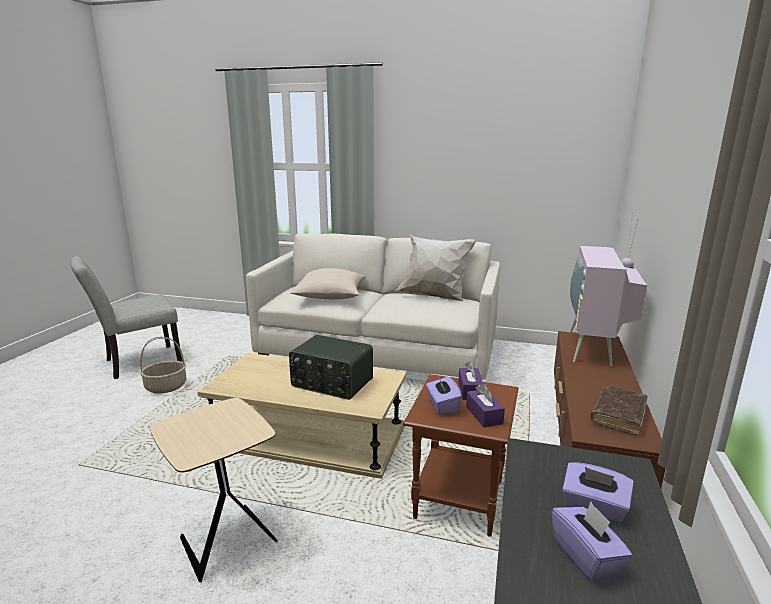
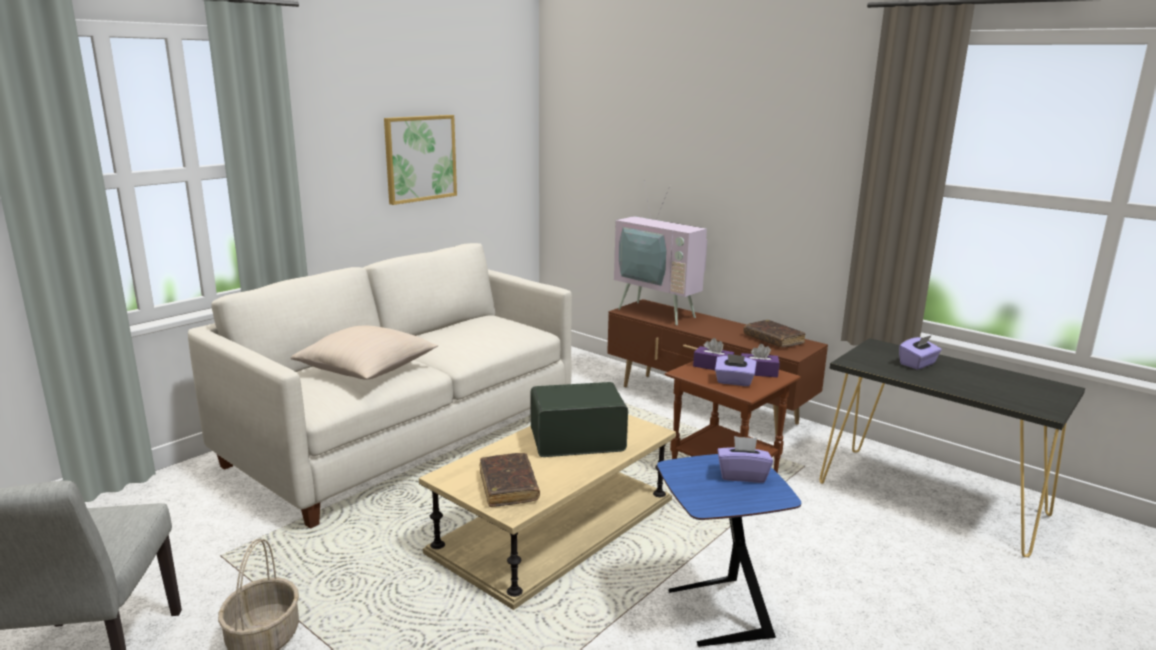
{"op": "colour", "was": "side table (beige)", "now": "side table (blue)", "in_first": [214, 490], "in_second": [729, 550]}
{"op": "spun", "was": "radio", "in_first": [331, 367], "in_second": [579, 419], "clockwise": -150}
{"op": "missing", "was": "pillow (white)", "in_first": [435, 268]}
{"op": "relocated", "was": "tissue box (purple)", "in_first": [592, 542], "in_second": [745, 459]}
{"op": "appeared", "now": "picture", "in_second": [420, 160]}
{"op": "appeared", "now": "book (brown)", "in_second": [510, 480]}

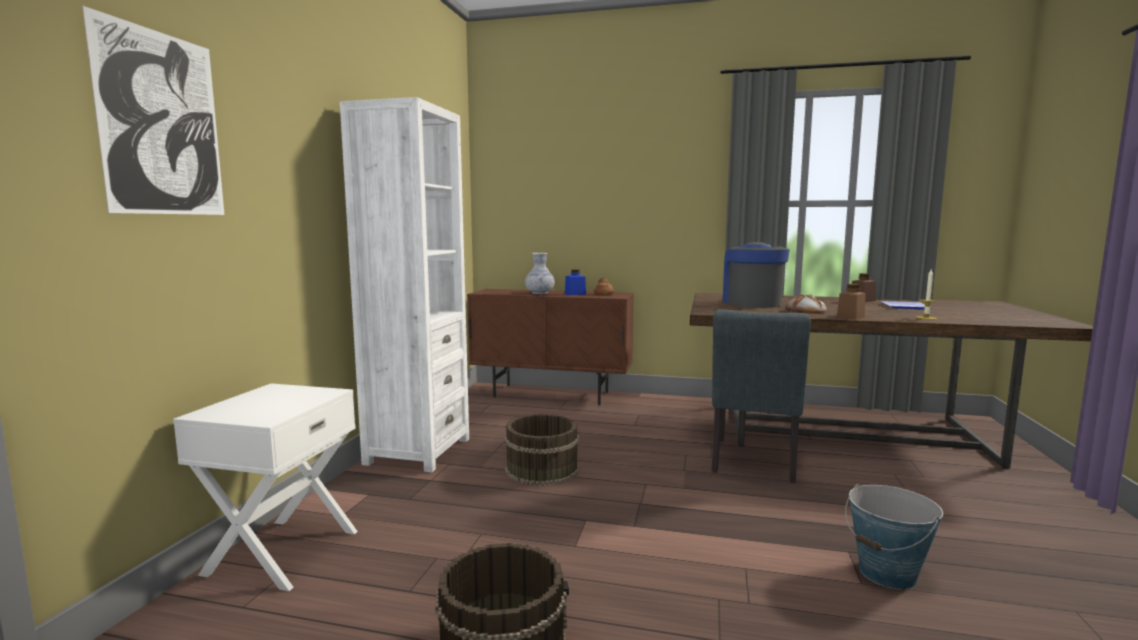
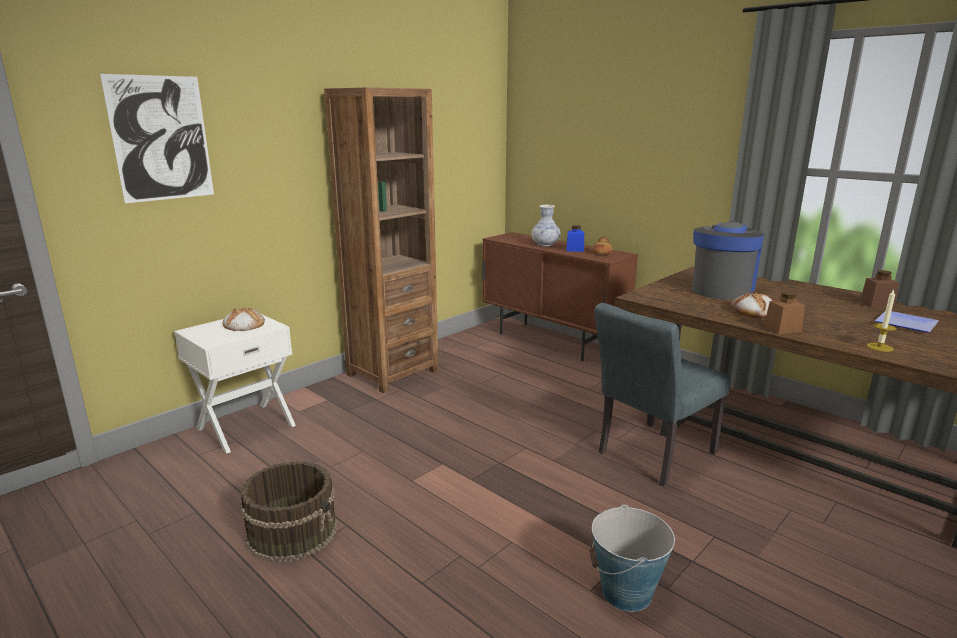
{"op": "colour", "was": "bookcase (white)", "now": "bookcase (brown)", "in_first": [404, 284], "in_second": [381, 240]}
{"op": "missing", "was": "bucket (brown)", "in_first": [541, 450]}
{"op": "appeared", "now": "bread", "in_second": [244, 319]}

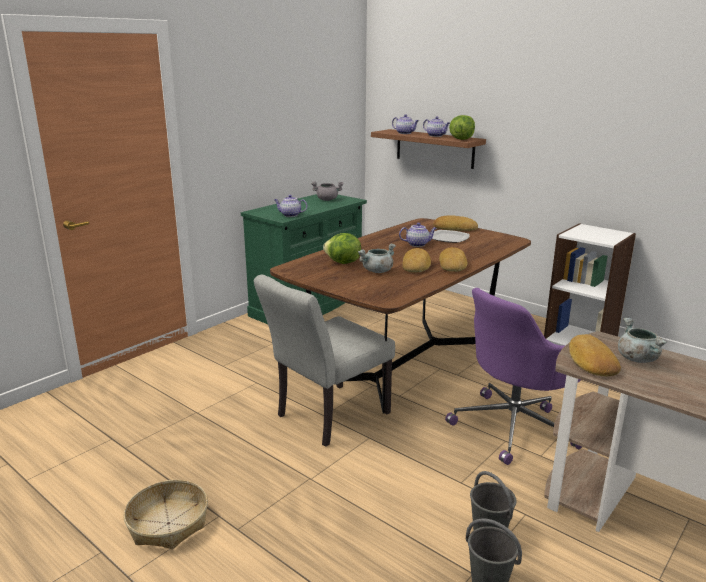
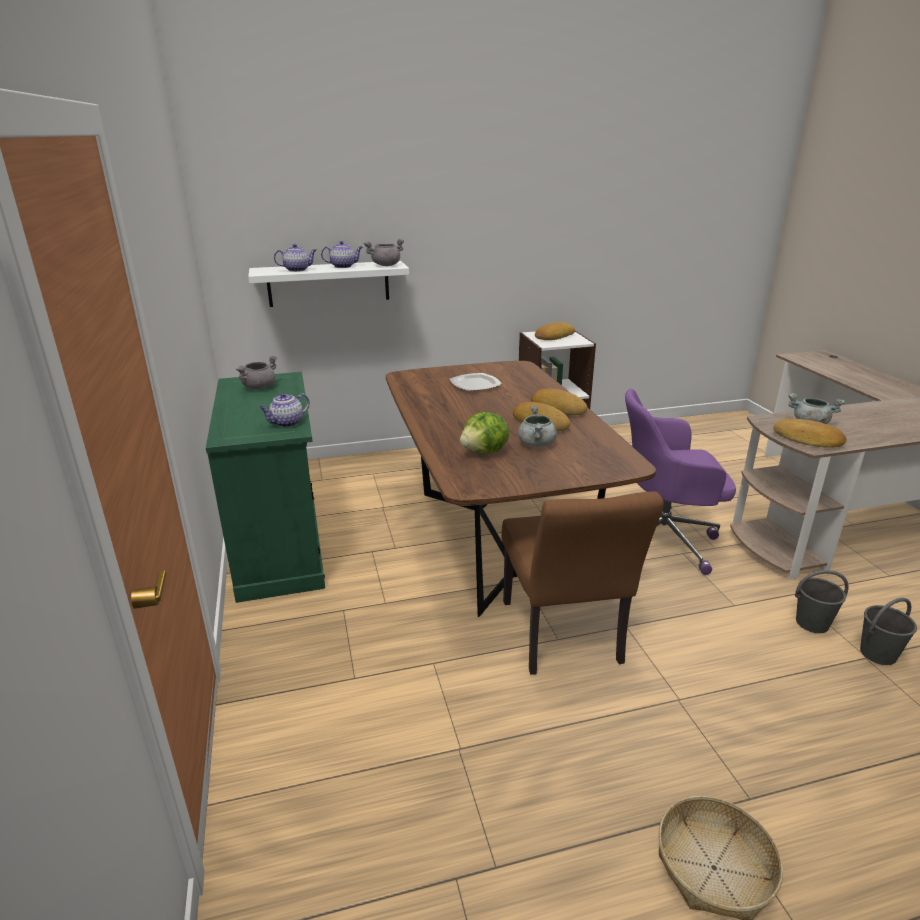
{"op": "colour", "was": "chair (grey)", "now": "chair (brown)", "in_first": [324, 361], "in_second": [582, 582]}
{"op": "colour", "was": "shelf (brown)", "now": "shelf (white)", "in_first": [428, 149], "in_second": [328, 284]}
{"op": "missing", "was": "teapot", "in_first": [418, 235]}
{"op": "relocated", "was": "bread", "in_first": [455, 223], "in_second": [555, 331]}
{"op": "spun", "was": "office chair (purple)", "in_first": [513, 376], "in_second": [680, 482], "clockwise": 90}
{"op": "exchanged", "was": "lettuce", "now": "cooking pot (grey)", "in_first": [462, 127], "in_second": [384, 252]}

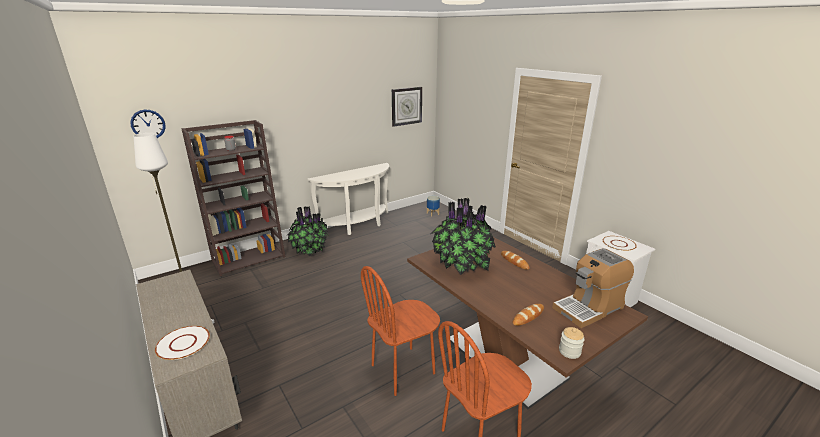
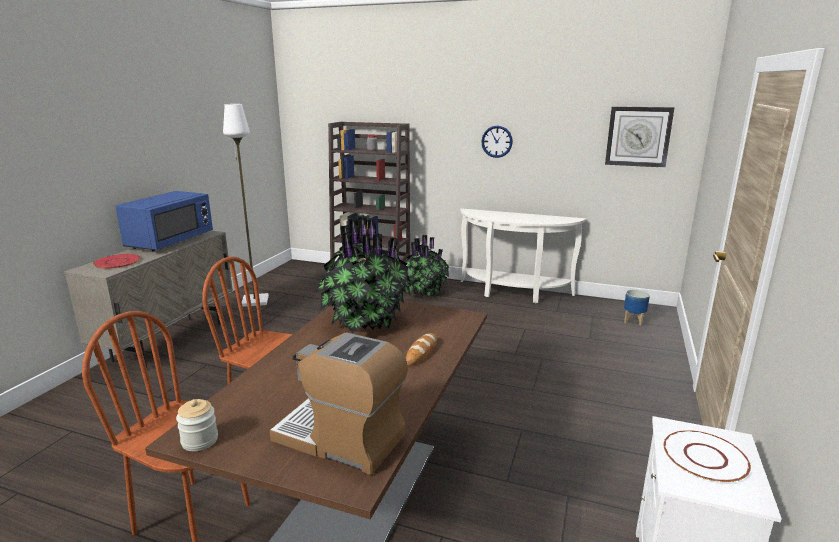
{"op": "relocated", "was": "wall clock", "in_first": [148, 124], "in_second": [497, 142]}
{"op": "colour", "was": "plate (white)", "now": "plate (red)", "in_first": [182, 343], "in_second": [117, 261]}
{"op": "missing", "was": "bread", "in_first": [528, 315]}
{"op": "appeared", "now": "microwave (blue)", "in_second": [164, 221]}

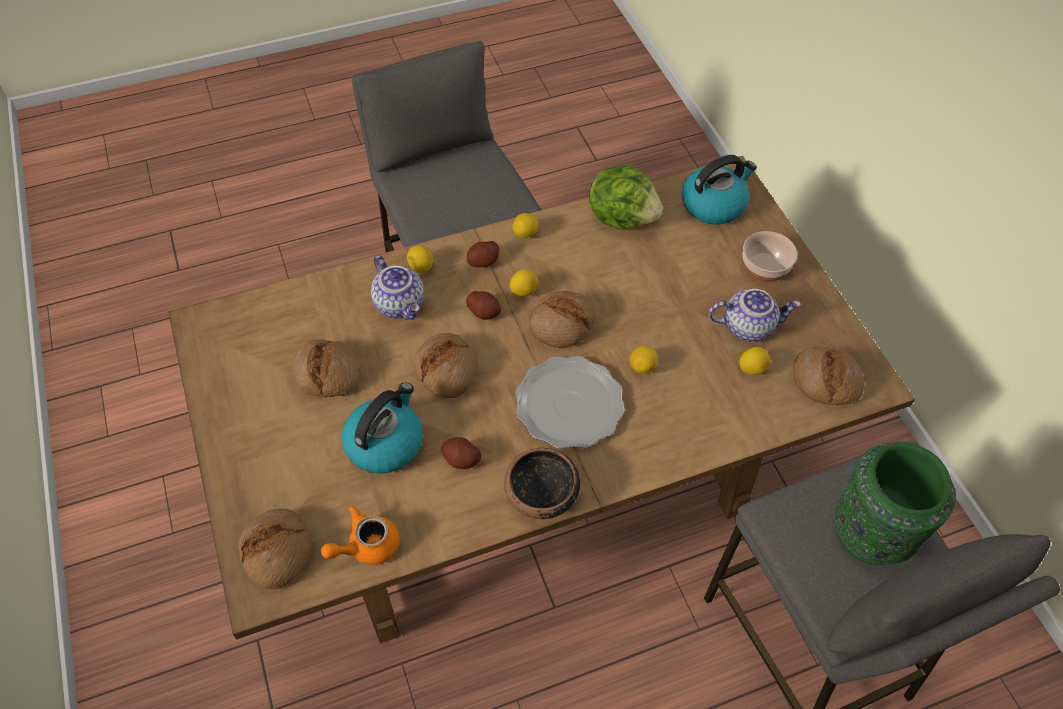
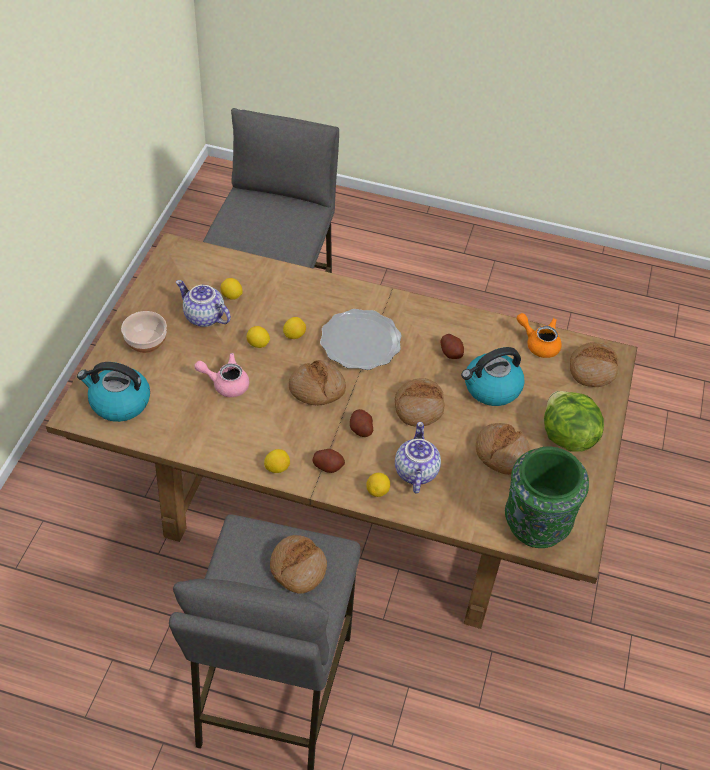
{"op": "spun", "was": "teapot (orange)", "in_first": [360, 535], "in_second": [539, 335], "clockwise": -150}
{"op": "missing", "was": "bowl", "in_first": [542, 483]}
{"op": "relocated", "was": "lemon", "in_first": [524, 283], "in_second": [258, 337]}
{"op": "relocated", "was": "lettuce", "in_first": [626, 198], "in_second": [574, 421]}
{"op": "relocated", "was": "bread", "in_first": [828, 375], "in_second": [298, 564]}
{"op": "relocated", "was": "vase (green)", "in_first": [895, 503], "in_second": [547, 497]}
{"op": "appeared", "now": "teapot (pink)", "in_second": [222, 375]}

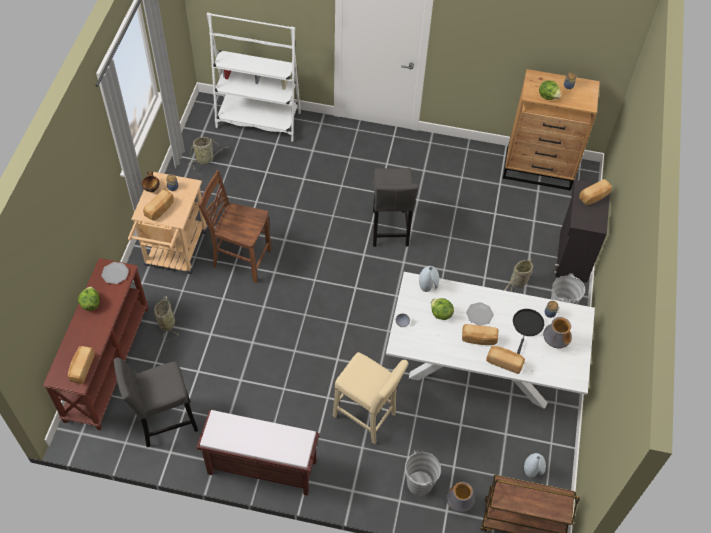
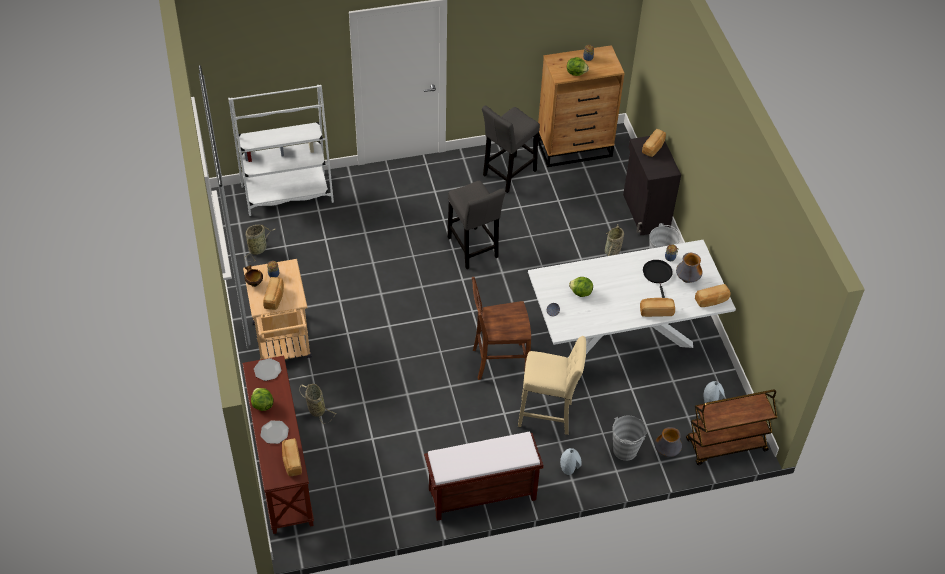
{"op": "relocated", "was": "stool (grey)", "in_first": [156, 402], "in_second": [511, 149]}
{"op": "relocated", "was": "chair (brown)", "in_first": [234, 226], "in_second": [501, 328]}
{"op": "relocated", "was": "vase (grey)", "in_first": [429, 279], "in_second": [571, 461]}
{"op": "relocated", "was": "bread", "in_first": [480, 334], "in_second": [713, 295]}
{"op": "relocated", "was": "plate", "in_first": [480, 314], "in_second": [274, 432]}

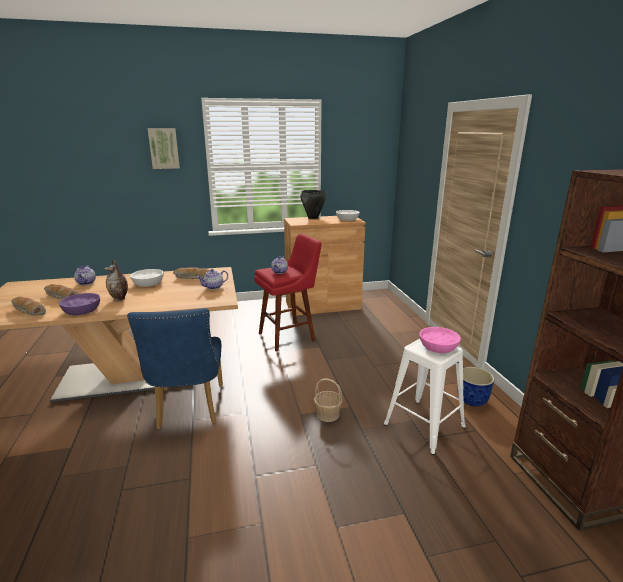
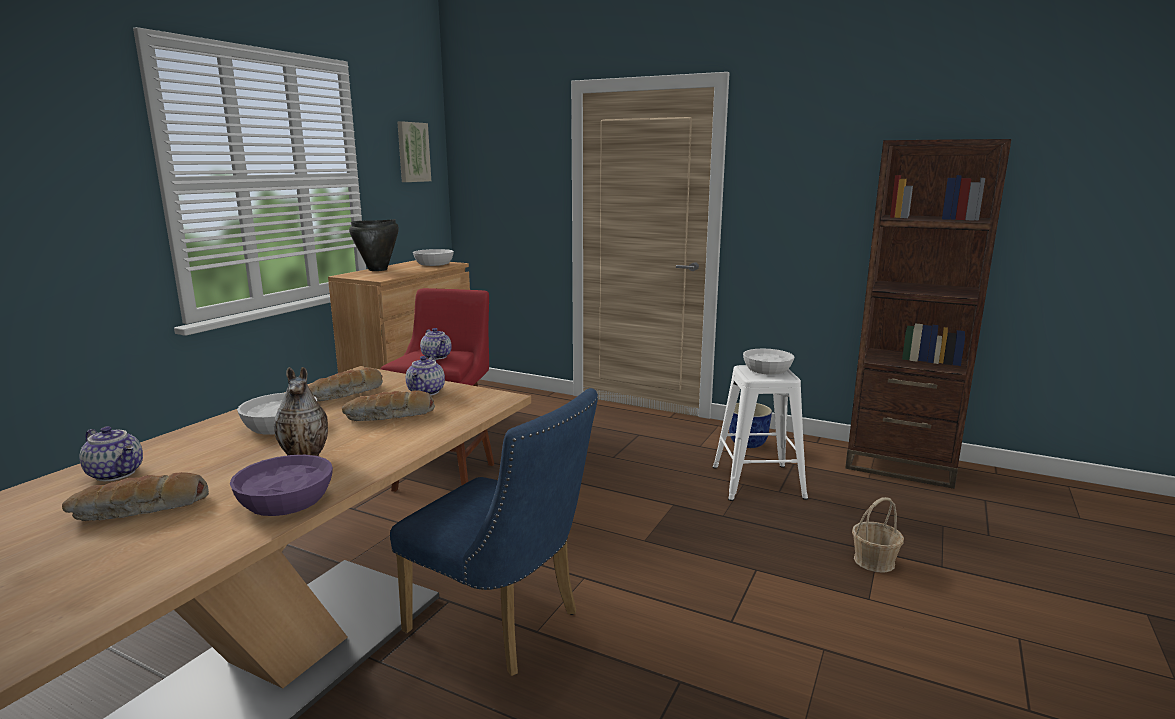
{"op": "relocated", "was": "bread", "in_first": [28, 306], "in_second": [388, 405]}
{"op": "relocated", "was": "picture", "in_first": [163, 148], "in_second": [414, 151]}
{"op": "relocated", "was": "basket", "in_first": [328, 400], "in_second": [878, 535]}
{"op": "colour", "was": "bowl (pink)", "now": "bowl (white)", "in_first": [440, 340], "in_second": [768, 362]}

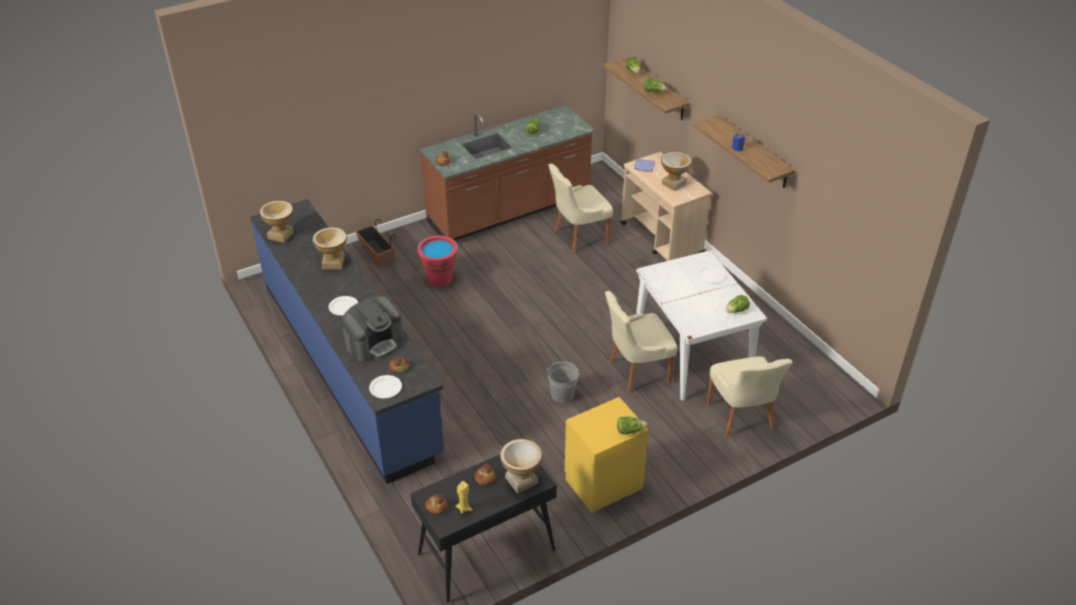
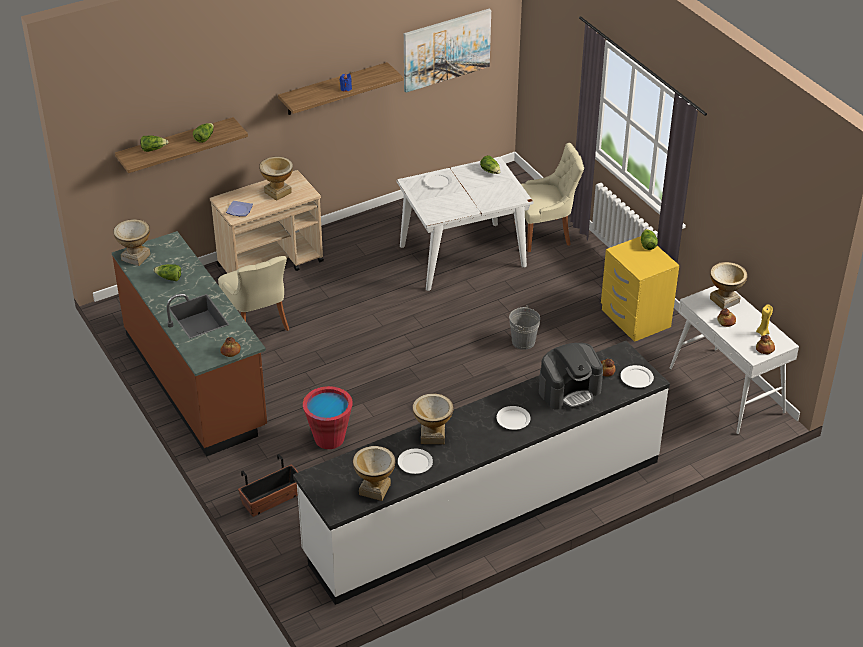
{"op": "colour", "was": "counter (blue)", "now": "counter (white)", "in_first": [347, 341], "in_second": [481, 473]}
{"op": "spun", "was": "coffee machine", "in_first": [373, 329], "in_second": [571, 376], "clockwise": 105}
{"op": "colour", "was": "console table (black)", "now": "console table (white)", "in_first": [483, 529], "in_second": [734, 360]}
{"op": "missing", "was": "chair (beige)", "in_first": [641, 342]}
{"op": "appeared", "now": "vase", "in_second": [131, 242]}
{"op": "appeared", "now": "plate (white)", "in_second": [415, 461]}
{"op": "appeared", "now": "picture", "in_second": [447, 51]}

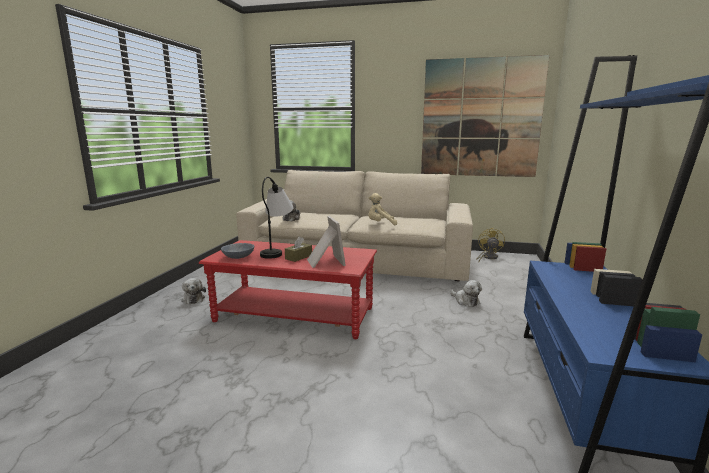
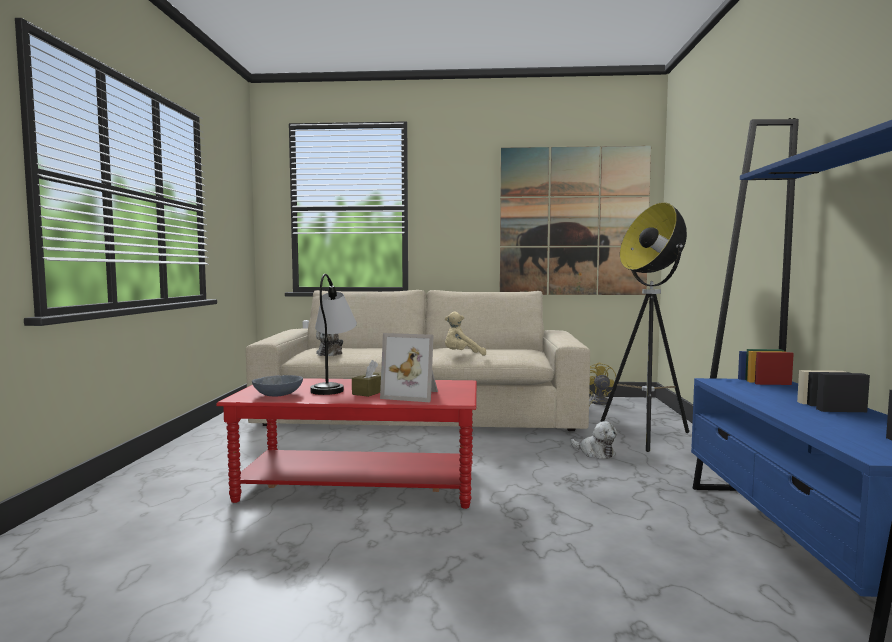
{"op": "missing", "was": "plush toy", "in_first": [193, 291]}
{"op": "spun", "was": "picture frame", "in_first": [326, 242], "in_second": [409, 367], "clockwise": 135}
{"op": "appeared", "now": "floor lamp", "in_second": [644, 327]}

